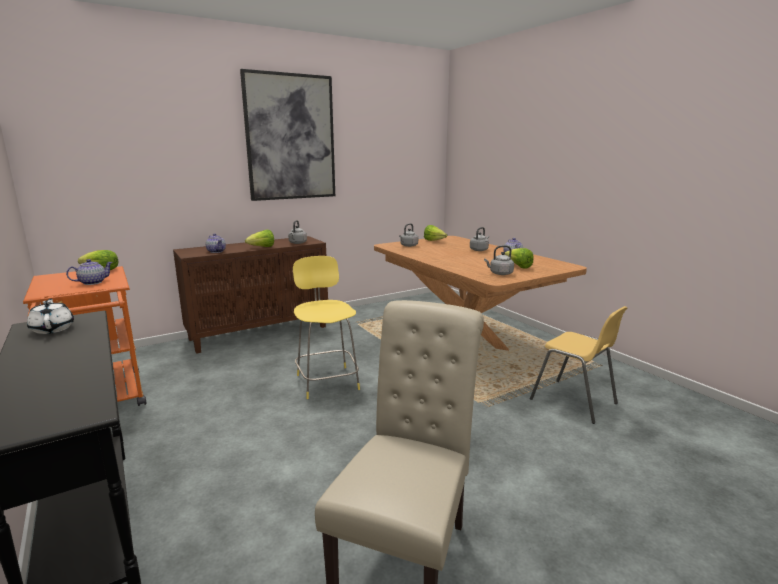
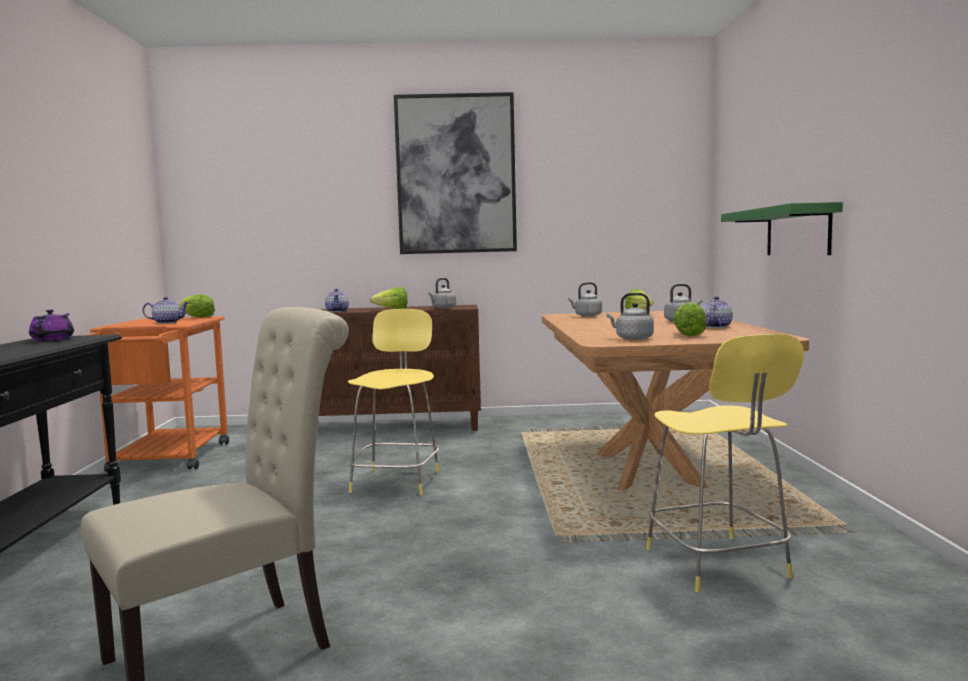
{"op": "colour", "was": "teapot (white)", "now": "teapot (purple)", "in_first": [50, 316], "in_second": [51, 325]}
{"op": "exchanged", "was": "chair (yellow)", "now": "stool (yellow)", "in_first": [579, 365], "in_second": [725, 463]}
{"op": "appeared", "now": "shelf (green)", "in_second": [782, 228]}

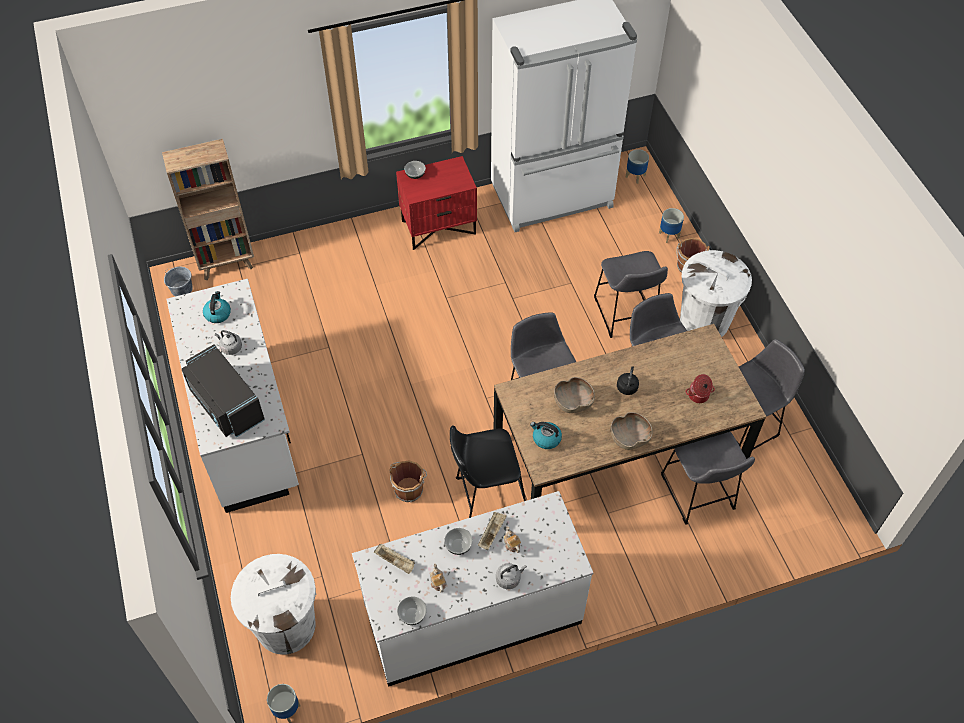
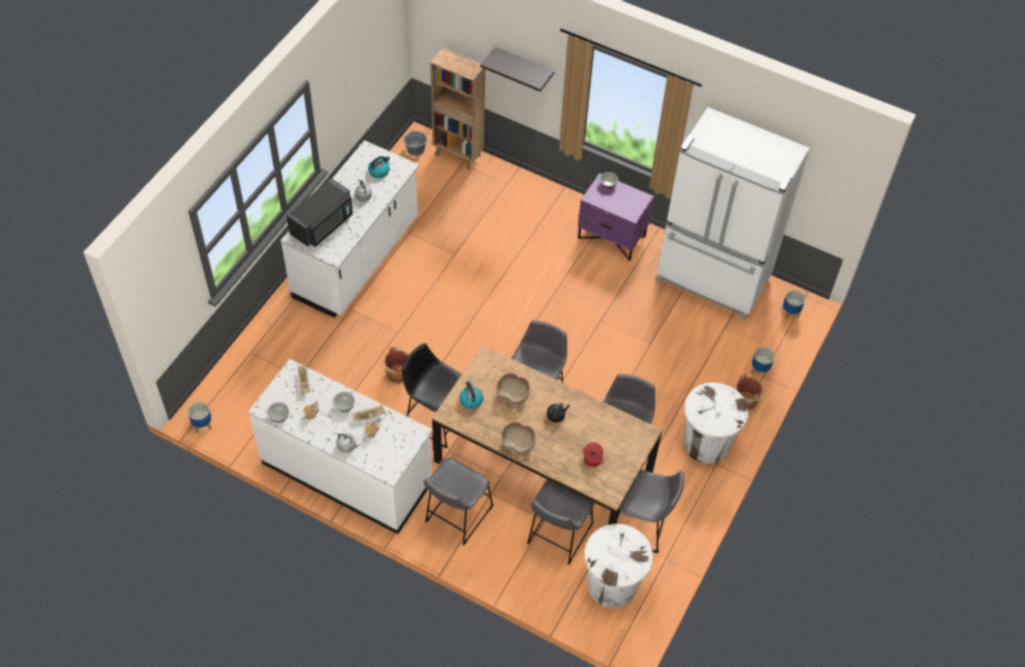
{"op": "spun", "was": "microwave (black)", "in_first": [223, 391], "in_second": [320, 212], "clockwise": -150}
{"op": "relocated", "was": "trash can (white)", "in_first": [273, 604], "in_second": [619, 566]}
{"op": "colour", "was": "nightstand (red)", "now": "nightstand (purple)", "in_first": [436, 203], "in_second": [616, 217]}
{"op": "relocated", "was": "stool (grey)", "in_first": [631, 294], "in_second": [459, 501]}
{"op": "appeared", "now": "shelf", "in_second": [517, 69]}

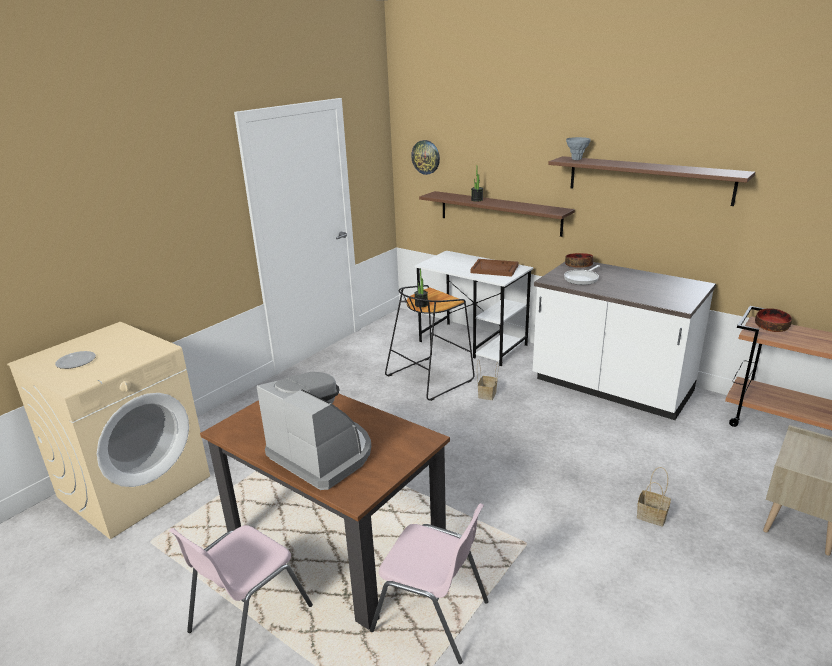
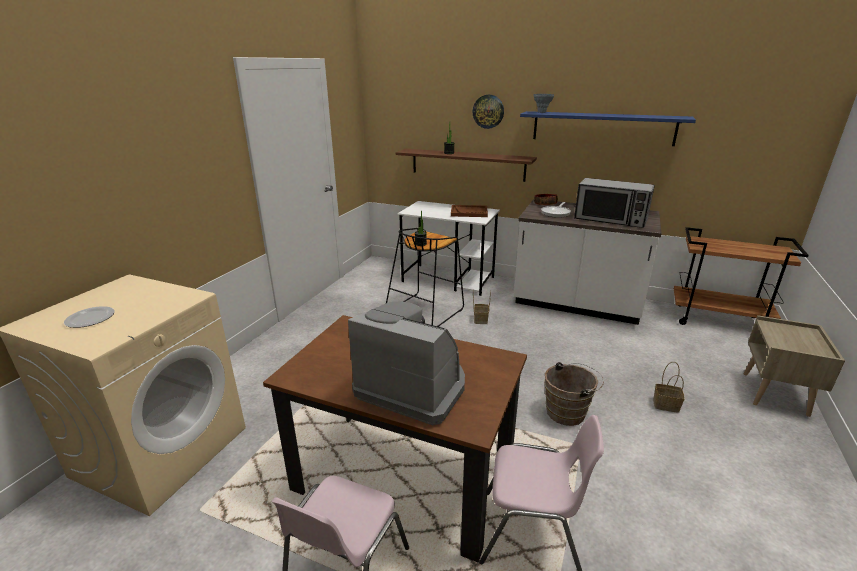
{"op": "relocated", "was": "wall clock", "in_first": [425, 157], "in_second": [488, 112]}
{"op": "colour", "was": "shelf (brown)", "now": "shelf (blue)", "in_first": [651, 181], "in_second": [608, 128]}
{"op": "missing", "was": "bowl", "in_first": [773, 320]}
{"op": "appeared", "now": "bucket (brown)", "in_second": [574, 394]}
{"op": "appeared", "now": "microwave", "in_second": [614, 203]}

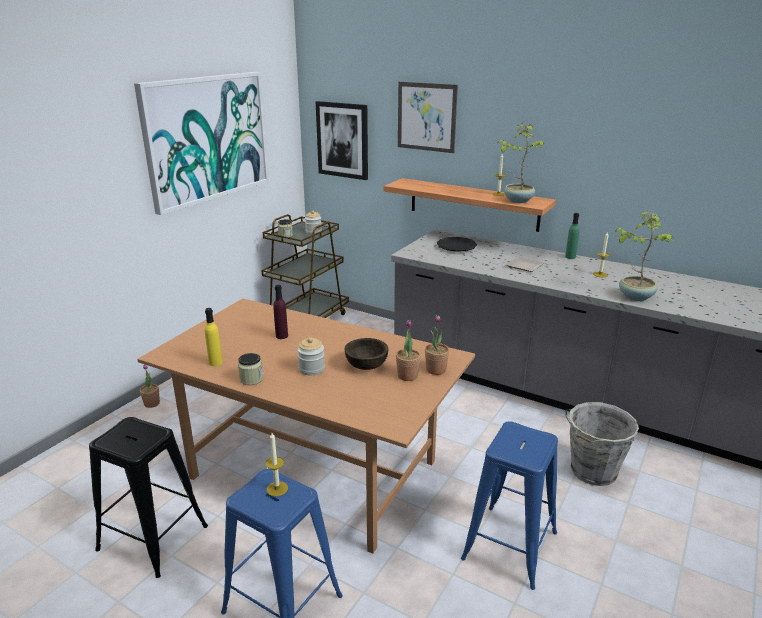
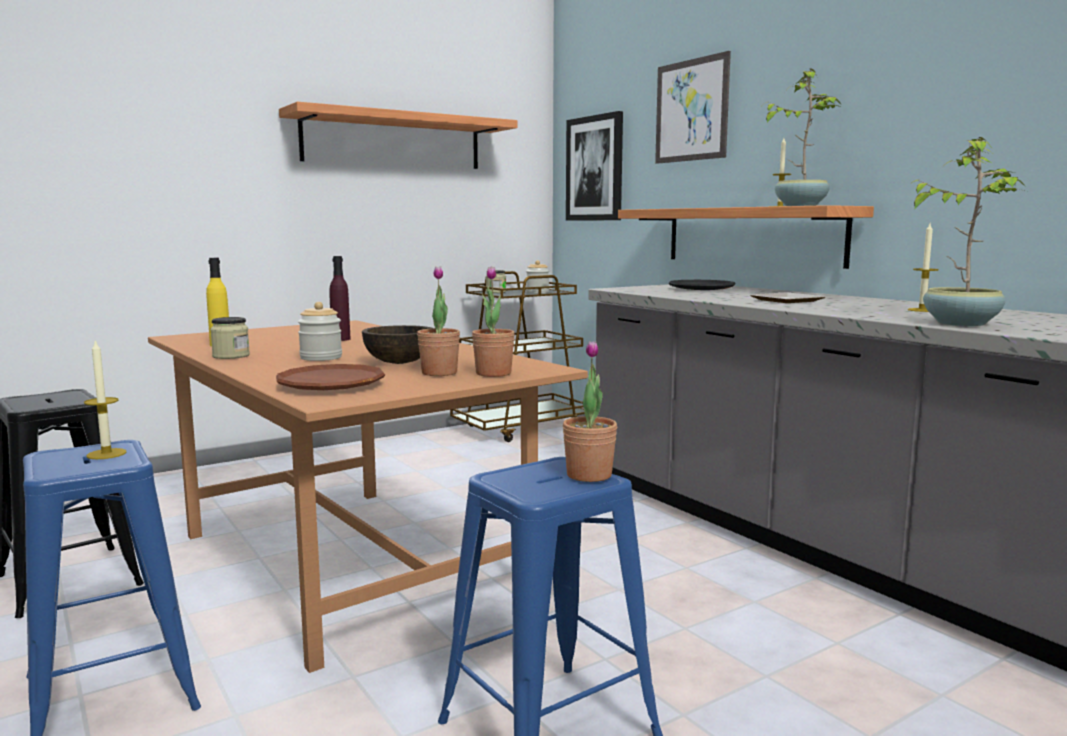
{"op": "exchanged", "was": "picture", "now": "shelf", "in_first": [201, 143], "in_second": [398, 135]}
{"op": "relocated", "was": "potted plant", "in_first": [150, 386], "in_second": [590, 411]}
{"op": "missing", "was": "bottle (green)", "in_first": [572, 236]}
{"op": "missing", "was": "bucket (grey)", "in_first": [602, 444]}
{"op": "appeared", "now": "plate (brown)", "in_second": [330, 377]}

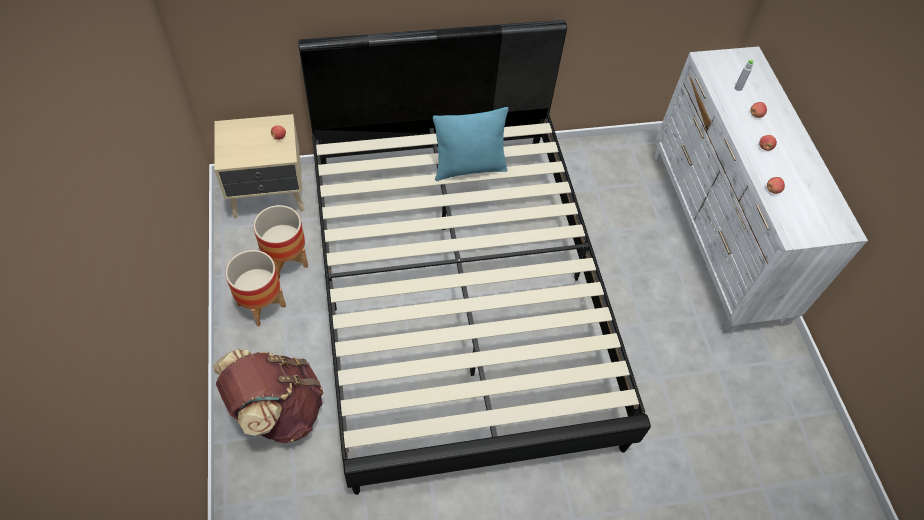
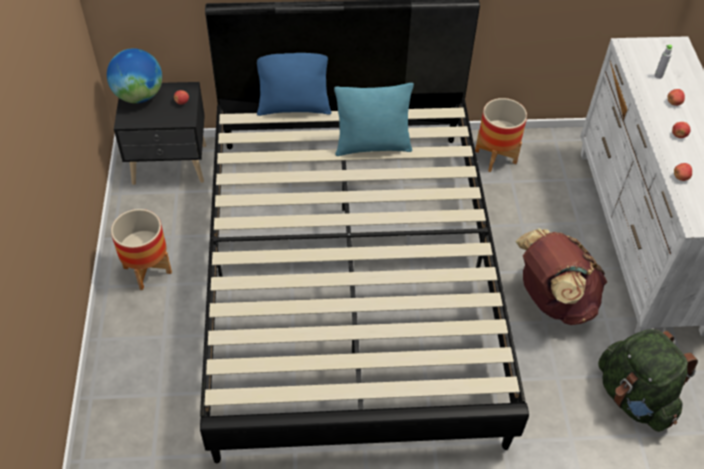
{"op": "relocated", "was": "backpack (brown)", "in_first": [268, 396], "in_second": [561, 276]}
{"op": "colour", "was": "nightstand (beige)", "now": "nightstand (black)", "in_first": [259, 166], "in_second": [160, 133]}
{"op": "relocated", "was": "planter", "in_first": [280, 241], "in_second": [501, 135]}
{"op": "appeared", "now": "globe", "in_second": [134, 75]}
{"op": "appeared", "now": "pillow (blue)", "in_second": [294, 84]}
{"op": "appeared", "now": "backpack (green)", "in_second": [648, 380]}

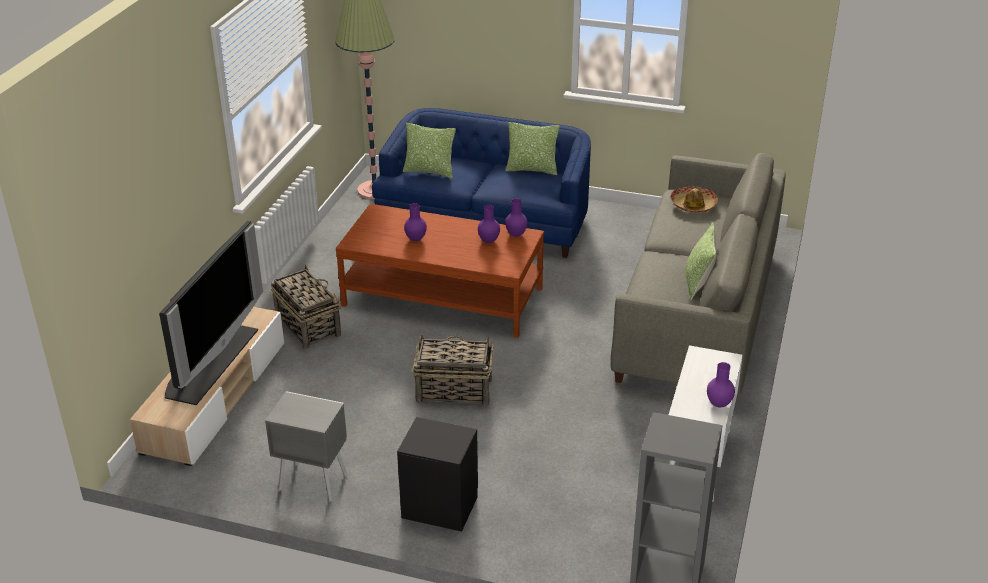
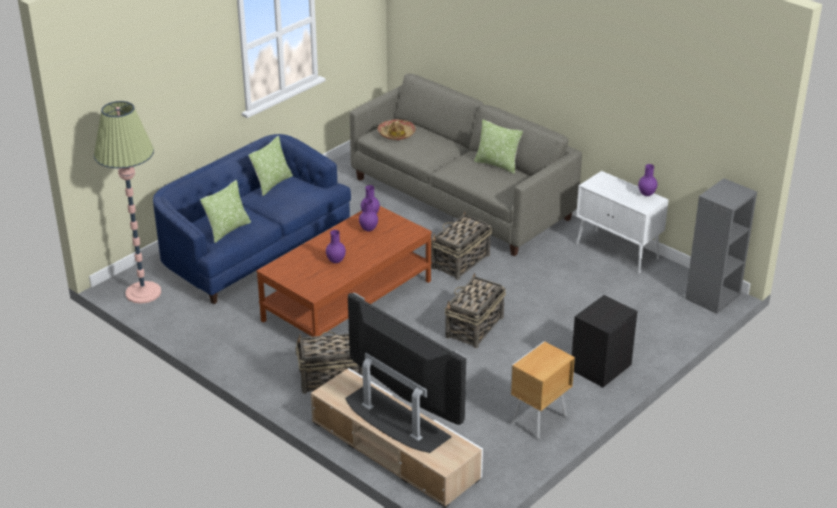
{"op": "colour", "was": "nightstand (grey)", "now": "nightstand (brown)", "in_first": [306, 446], "in_second": [542, 390]}
{"op": "appeared", "now": "basket", "in_second": [461, 245]}

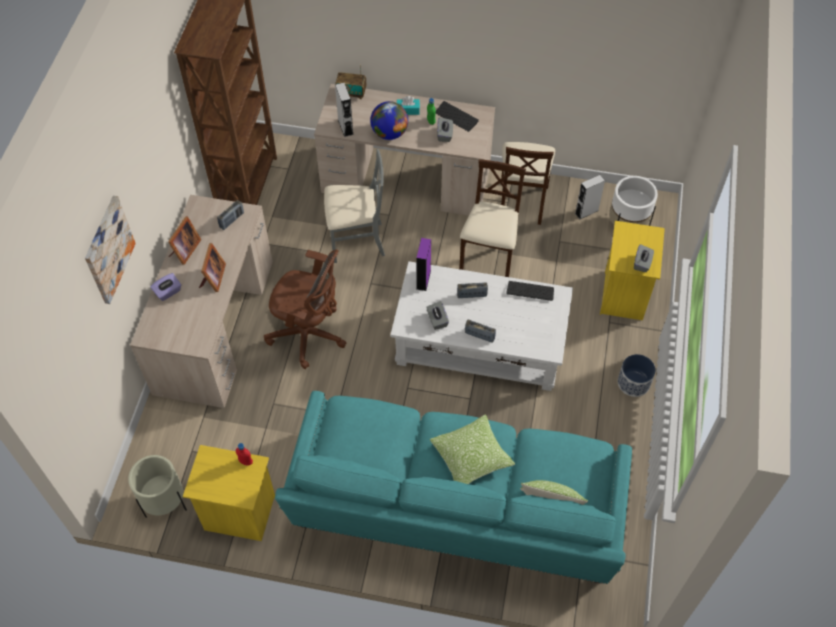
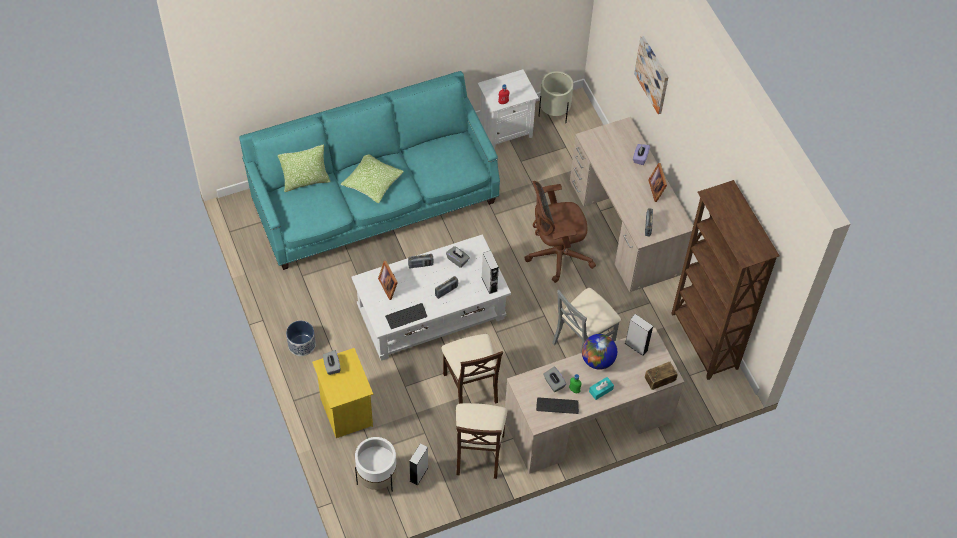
{"op": "colour", "was": "nightstand (yellow)", "now": "nightstand (white)", "in_first": [229, 493], "in_second": [508, 109]}
{"op": "relocated", "was": "picture frame", "in_first": [212, 267], "in_second": [388, 280]}
{"op": "colour", "was": "speaker (purple)", "now": "speaker (grey)", "in_first": [423, 264], "in_second": [490, 272]}
{"op": "spun", "was": "chair (beige)", "in_first": [528, 183], "in_second": [482, 441], "clockwise": -150}

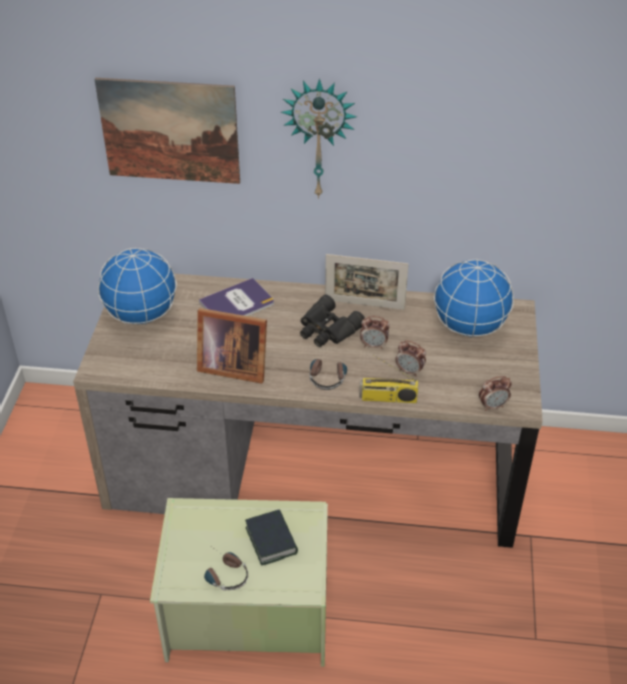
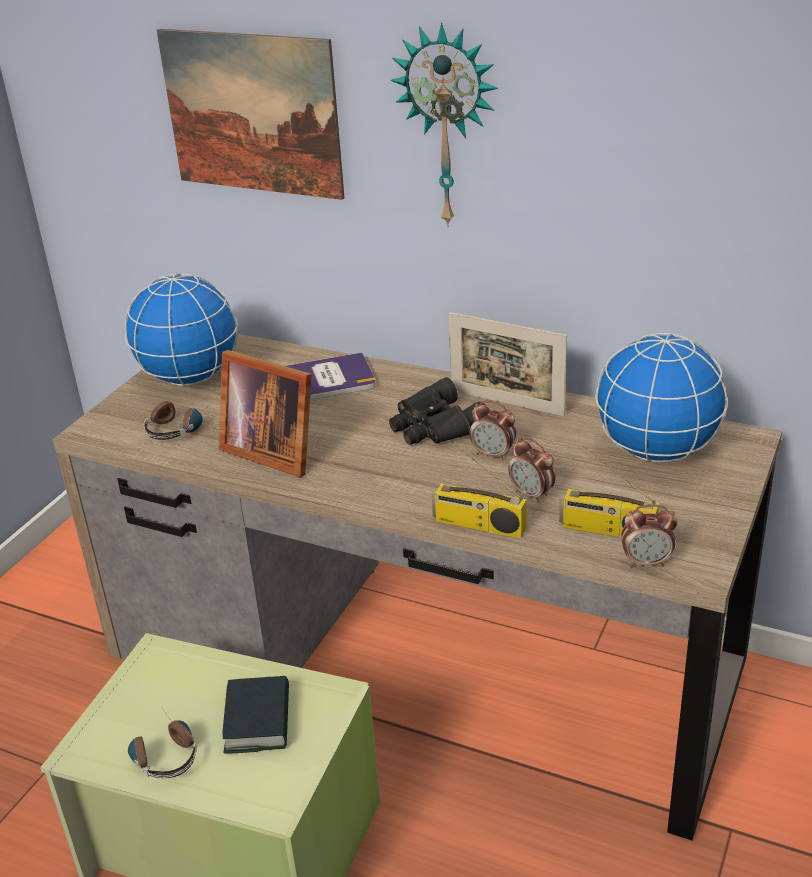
{"op": "relocated", "was": "headphones", "in_first": [328, 374], "in_second": [174, 420]}
{"op": "appeared", "now": "radio", "in_second": [609, 492]}

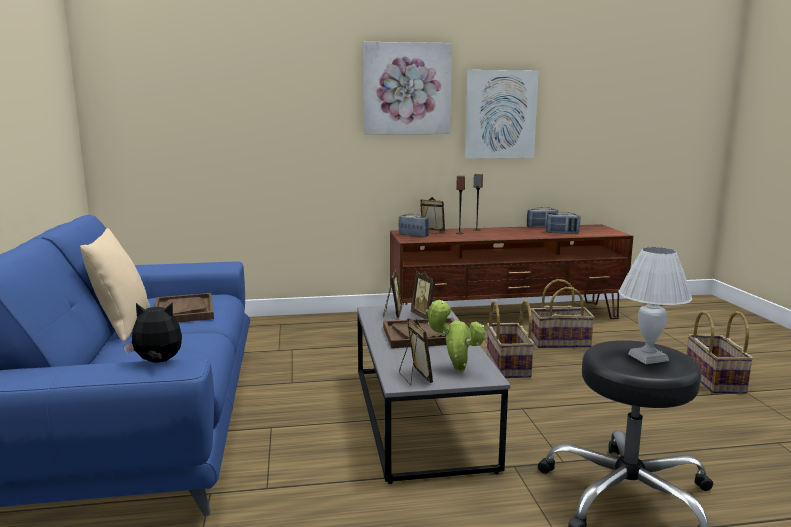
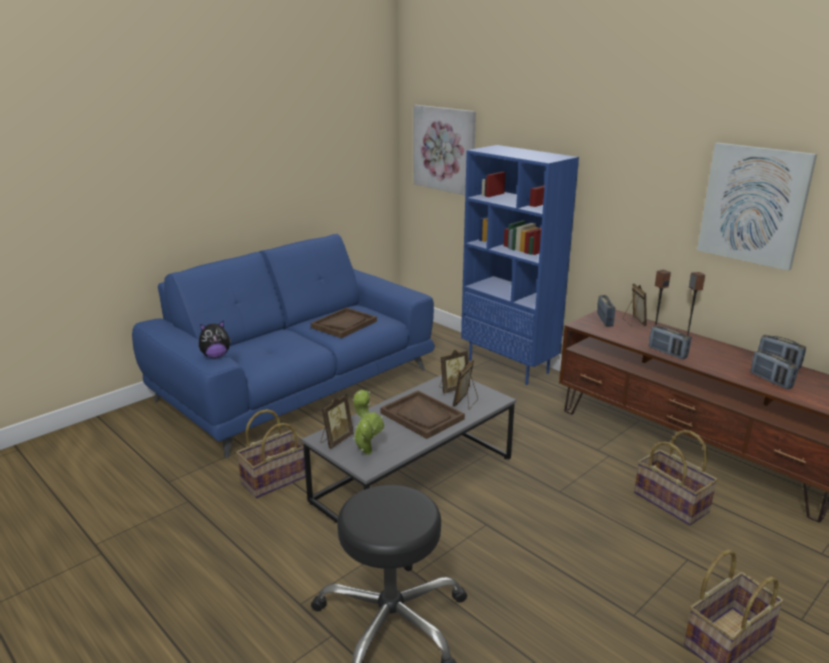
{"op": "missing", "was": "pillow (beige)", "in_first": [115, 285]}
{"op": "spun", "was": "plush toy", "in_first": [152, 332], "in_second": [215, 339], "clockwise": 105}
{"op": "relocated", "was": "picture", "in_first": [407, 88], "in_second": [444, 150]}
{"op": "relocated", "was": "basket", "in_first": [511, 339], "in_second": [271, 453]}
{"op": "missing", "was": "table lamp (white)", "in_first": [655, 305]}
{"op": "appeared", "now": "bookcase (blue)", "in_second": [520, 265]}
{"op": "appeared", "now": "radio", "in_second": [670, 342]}

